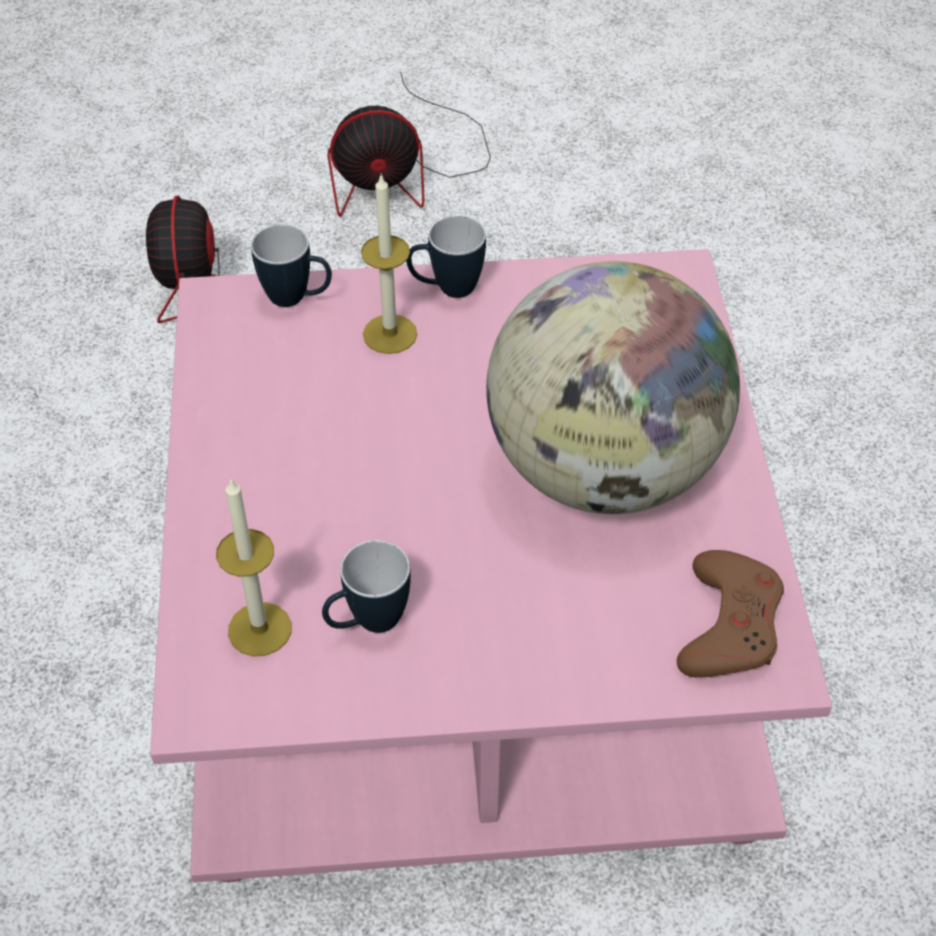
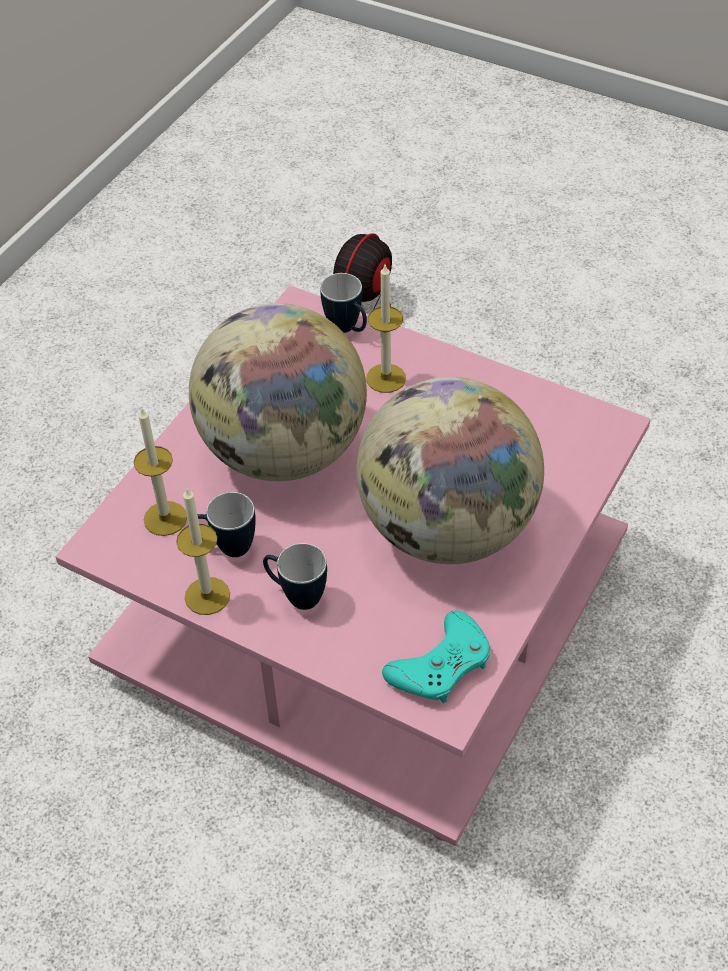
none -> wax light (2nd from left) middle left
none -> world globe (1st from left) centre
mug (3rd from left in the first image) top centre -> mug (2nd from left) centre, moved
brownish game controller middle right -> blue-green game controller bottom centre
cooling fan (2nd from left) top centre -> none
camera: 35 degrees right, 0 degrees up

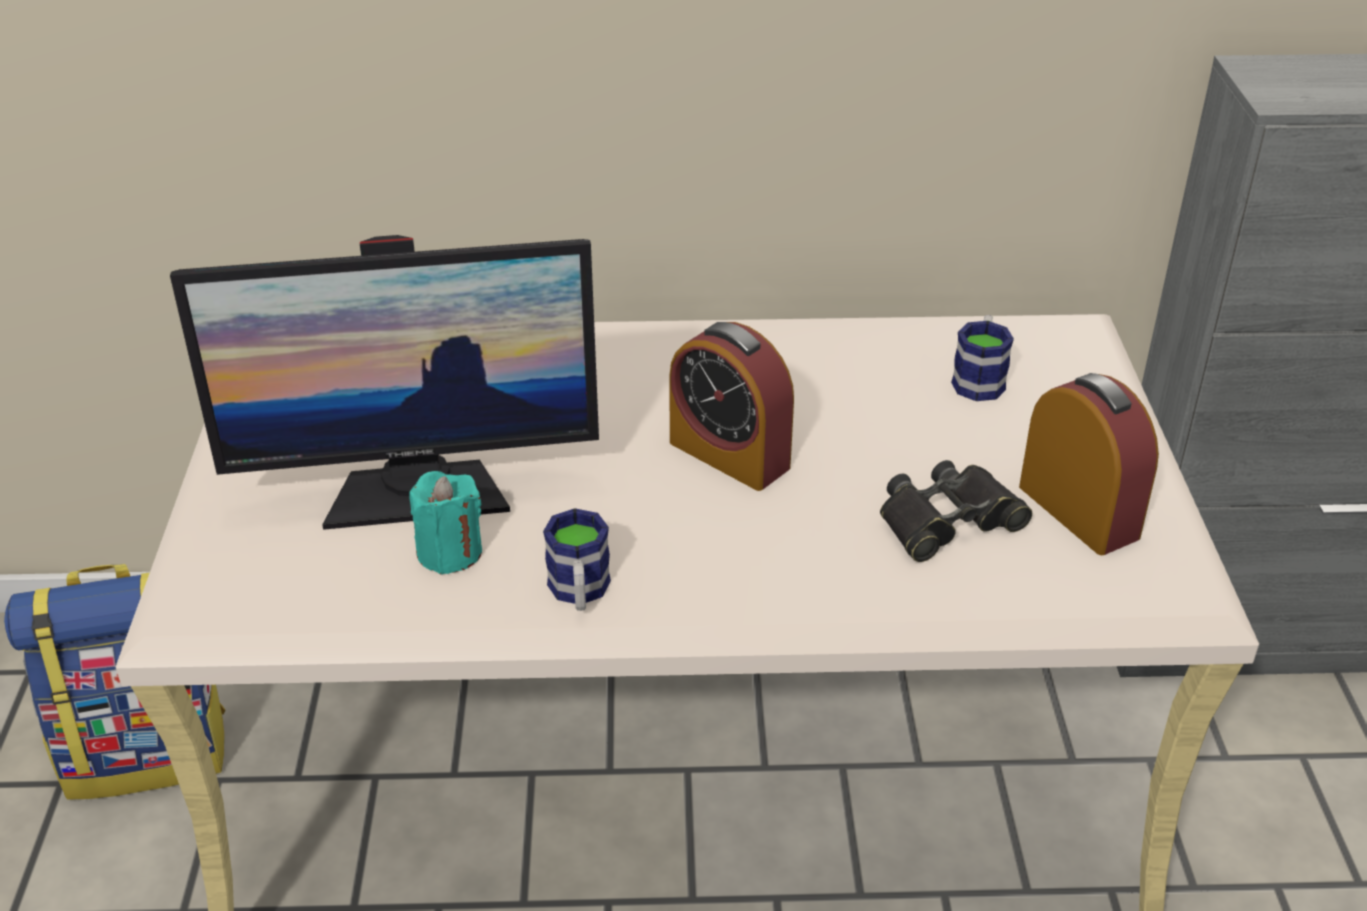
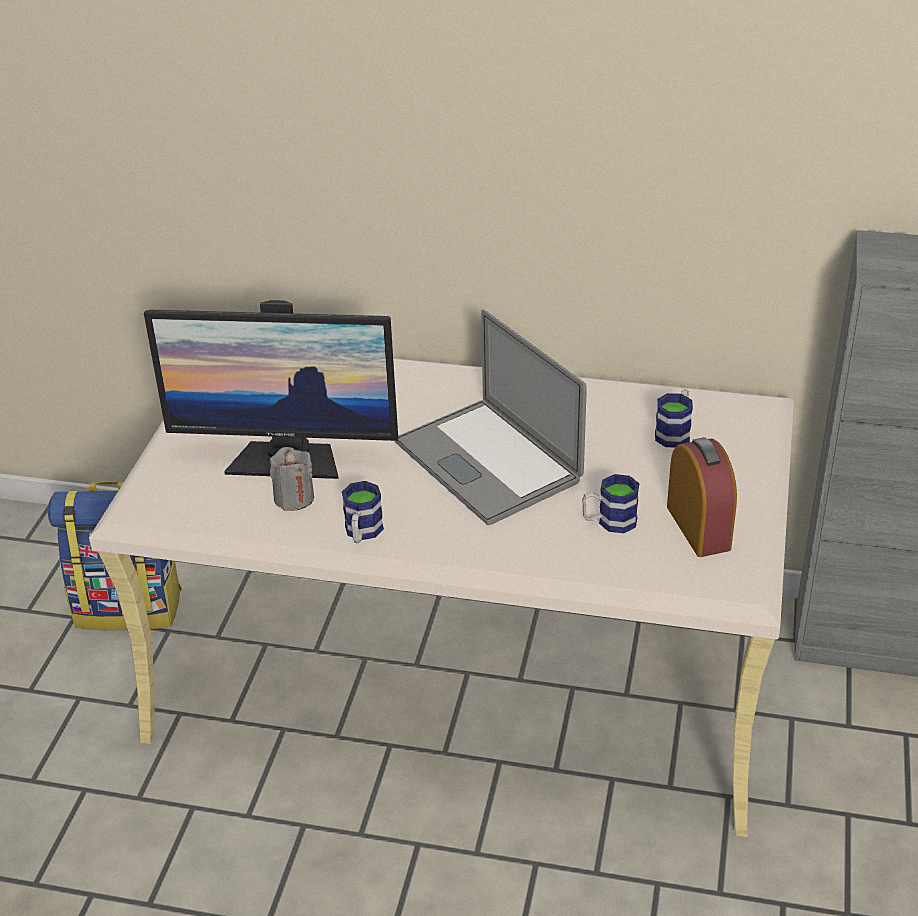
blue-green wax light middle left -> gray wax light middle left
alarm clock (1st from left) centre -> portable computer centre
black pair of binoculars middle right -> mug (2nd from left) centre
camera: 15 degrees right, 0 degrees up

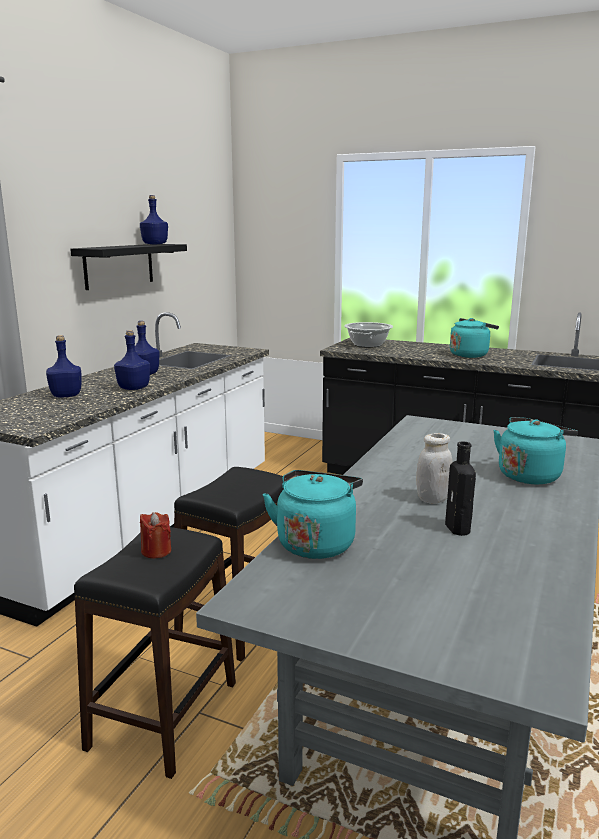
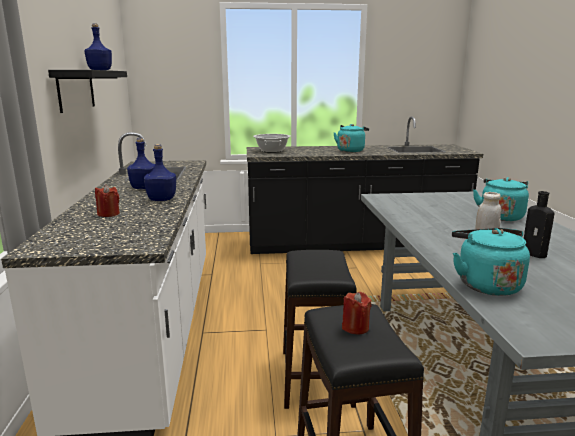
blue bottle (1st from left) middle left -> red wax light (1st from left) middle left
camera: 30 degrees left, 0 degrees up

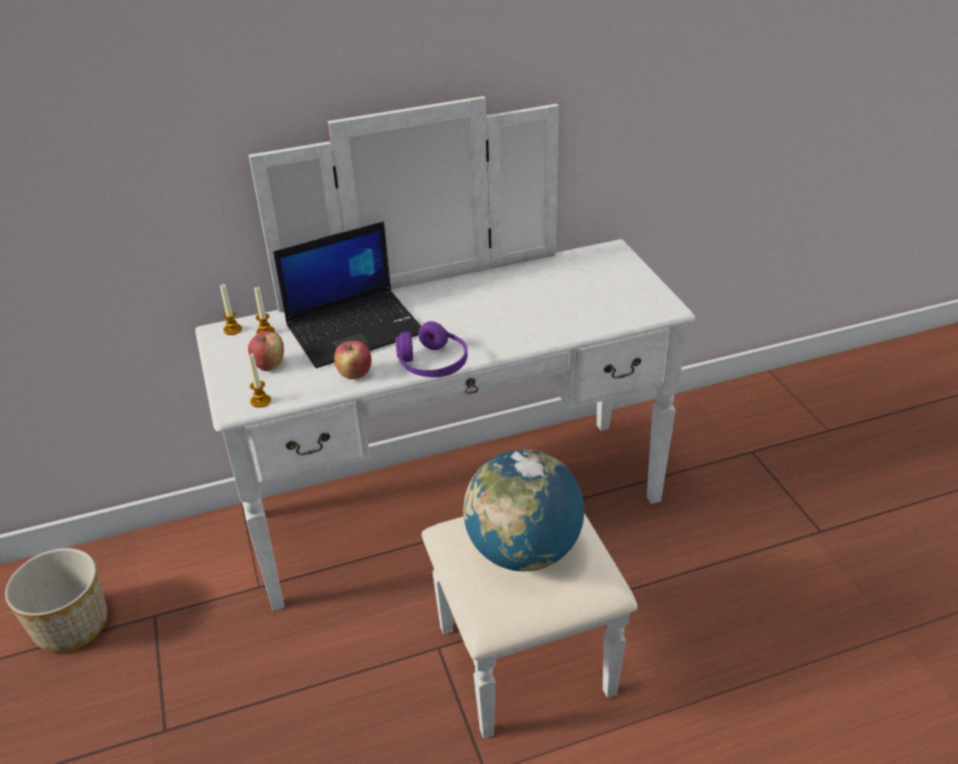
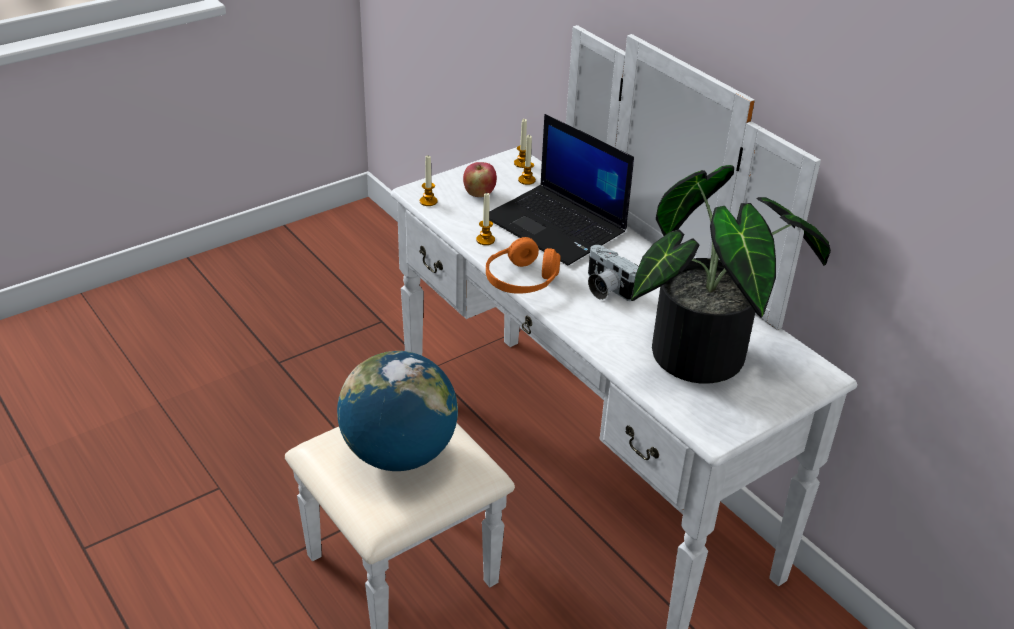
apple fruit (2nd from left) centre -> wax light (2nd from left) centre
purplish pair of headphones centre -> orangey pair of headphones centre
none -> still camera centre
none -> potted plant middle right
plant pot bottom left -> none
camera: 70 degrees right, 0 degrees up

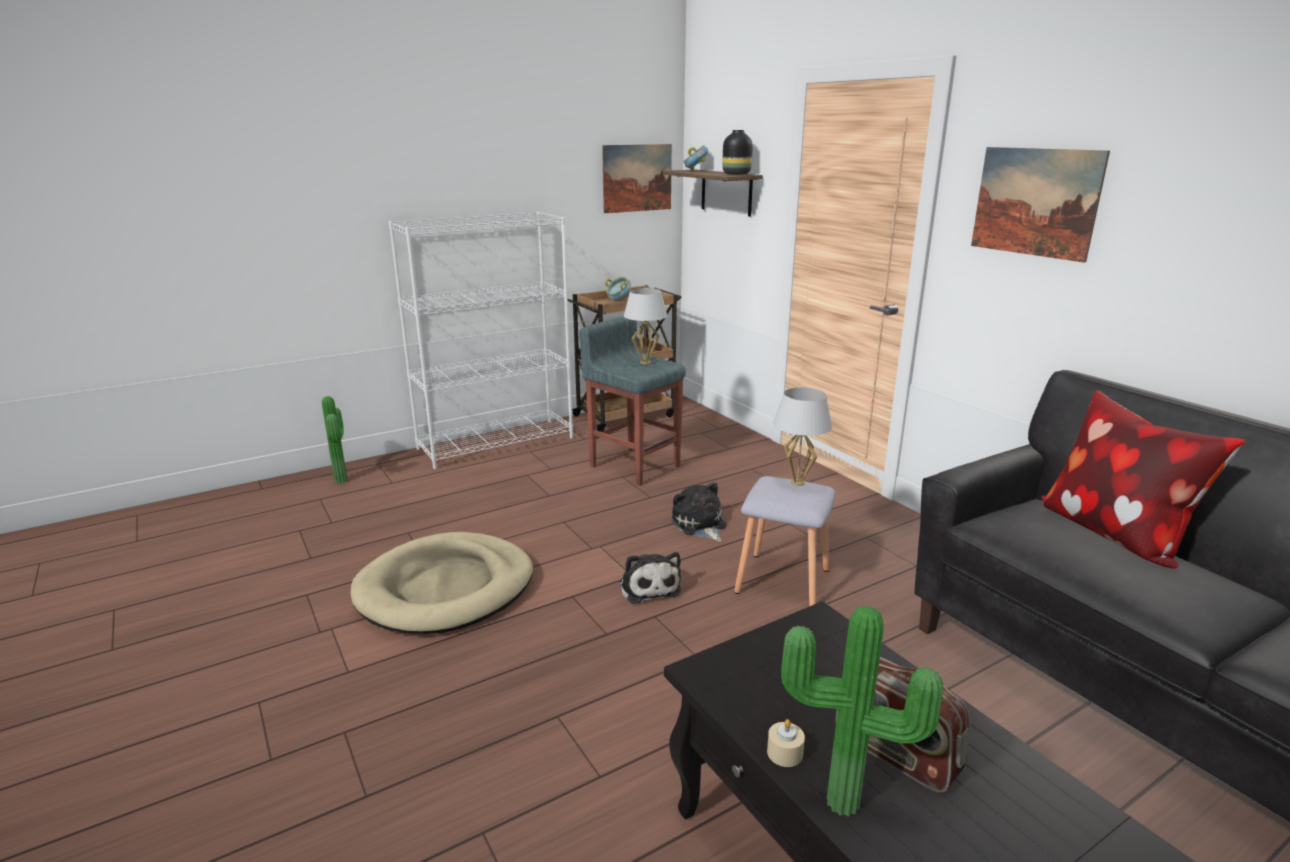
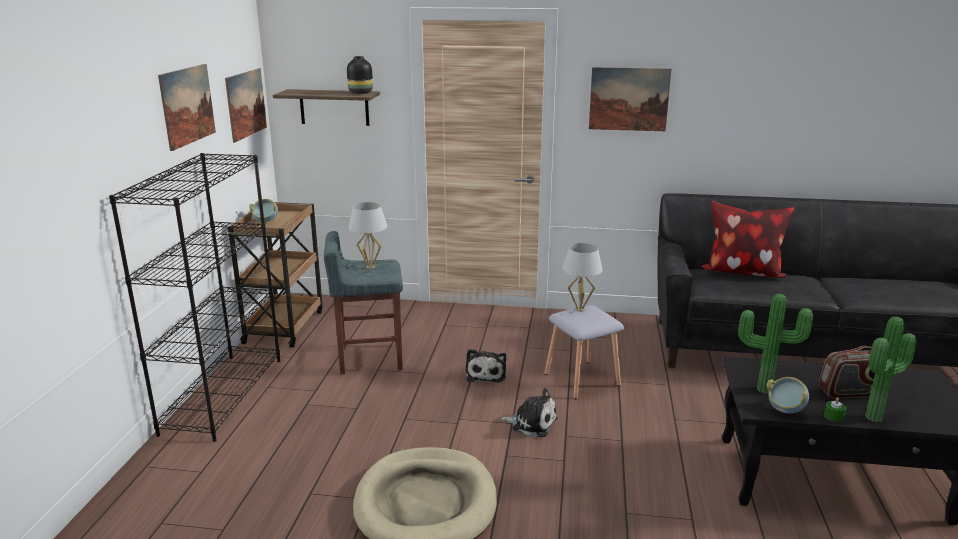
white shelving unit centre -> black shelving unit middle left
none -> wall picture (1st from left) top left
soft toy (2nd from left in the first image) centre -> soft toy (1st from left) bottom centre, 105 degrees counterclockwise
potted plant (1st from left) middle left -> potted plant (1st from left) middle right, moved
deep dish (2nd from left) top centre -> deep dish (2nd from left) bottom right, moved
beige-coloured wax light bottom centre -> green wax light bottom right
camera: 50 degrees left, 0 degrees up

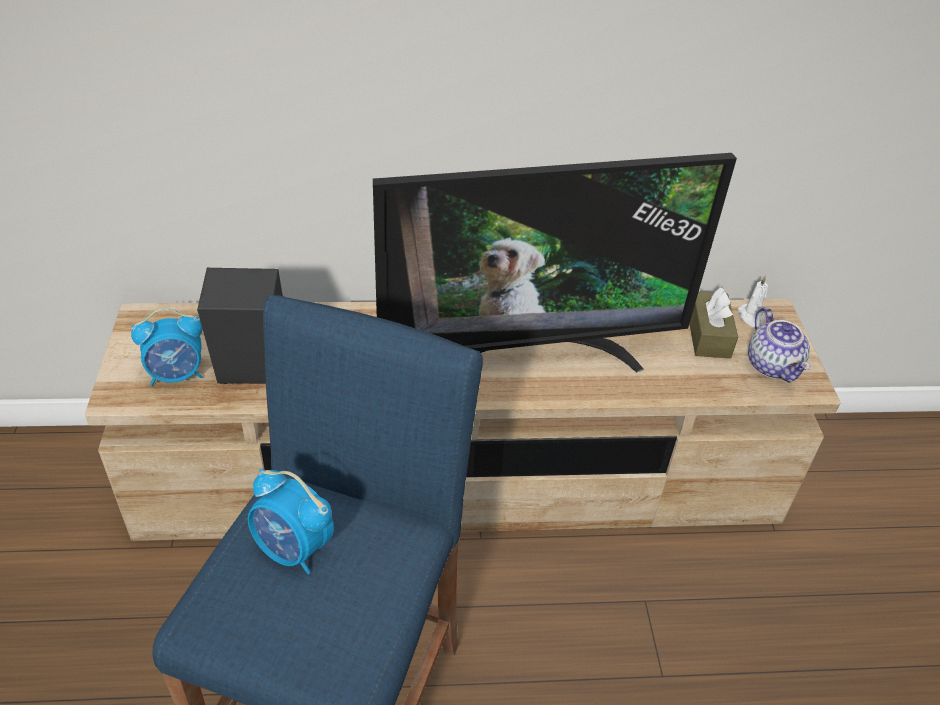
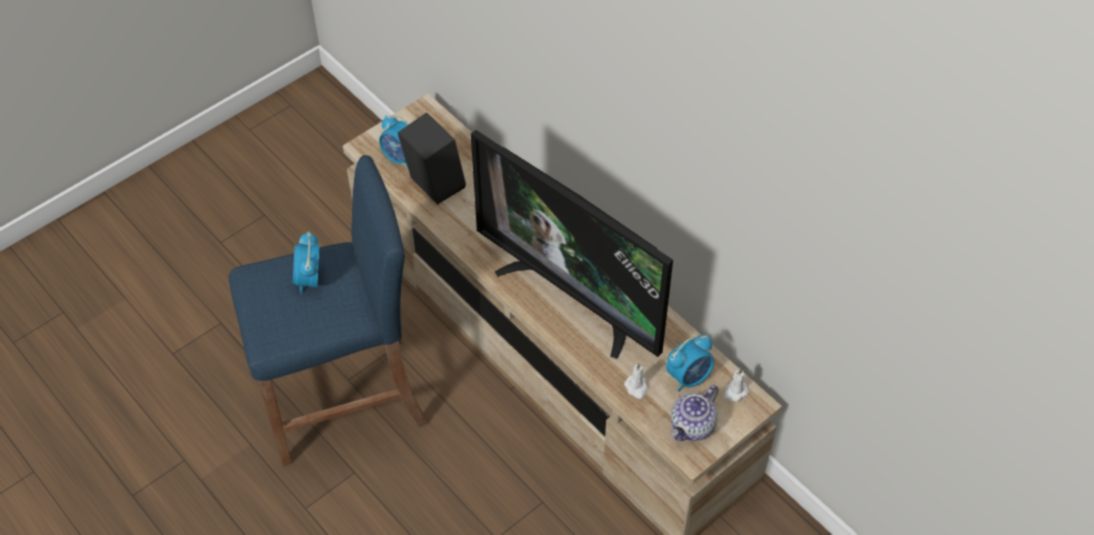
none -> white wax light (1st from left) bottom centre
brownish box of tissues middle right -> alarm clock (3rd from left) bottom centre
camera: 55 degrees right, 10 degrees up

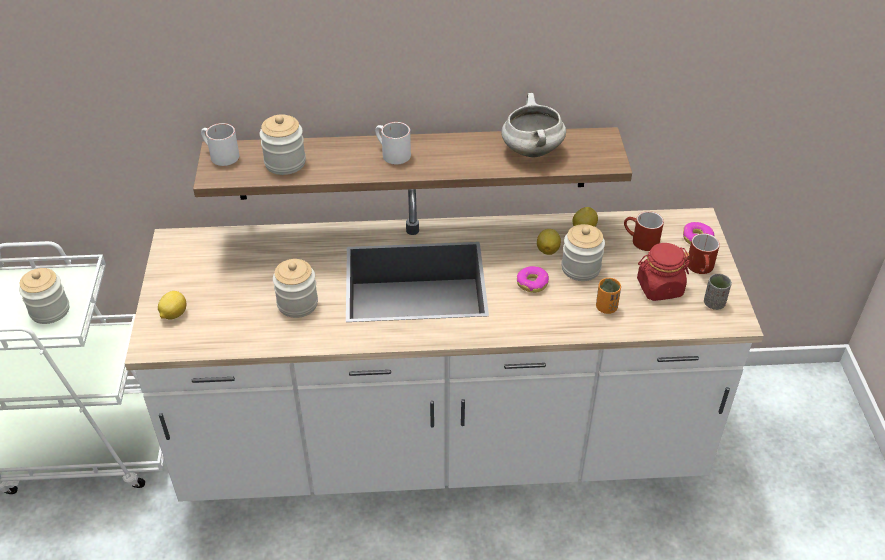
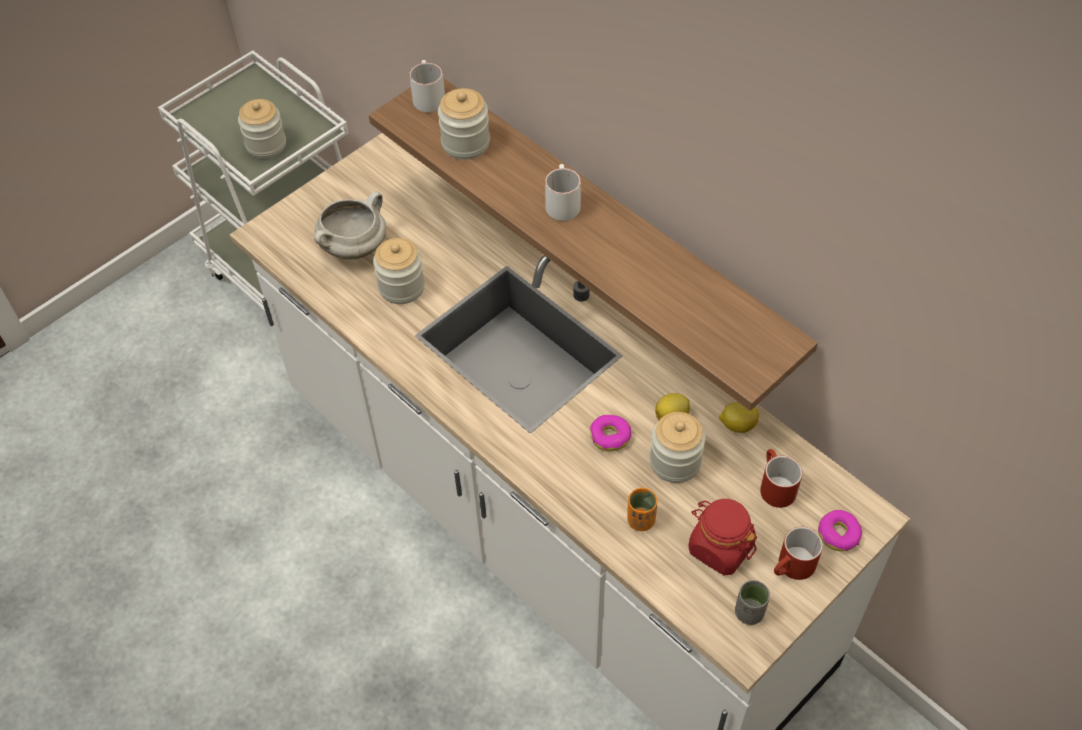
white stockpot top centre -> white stockpot top left, moved
lemon (1st from left) middle left -> none
camera: 50 degrees right, 10 degrees up

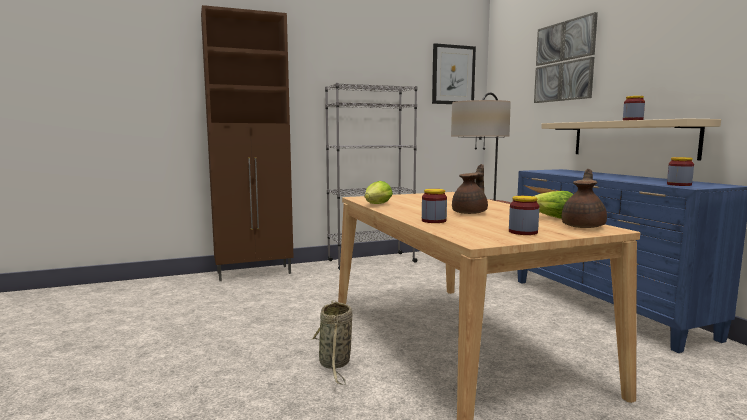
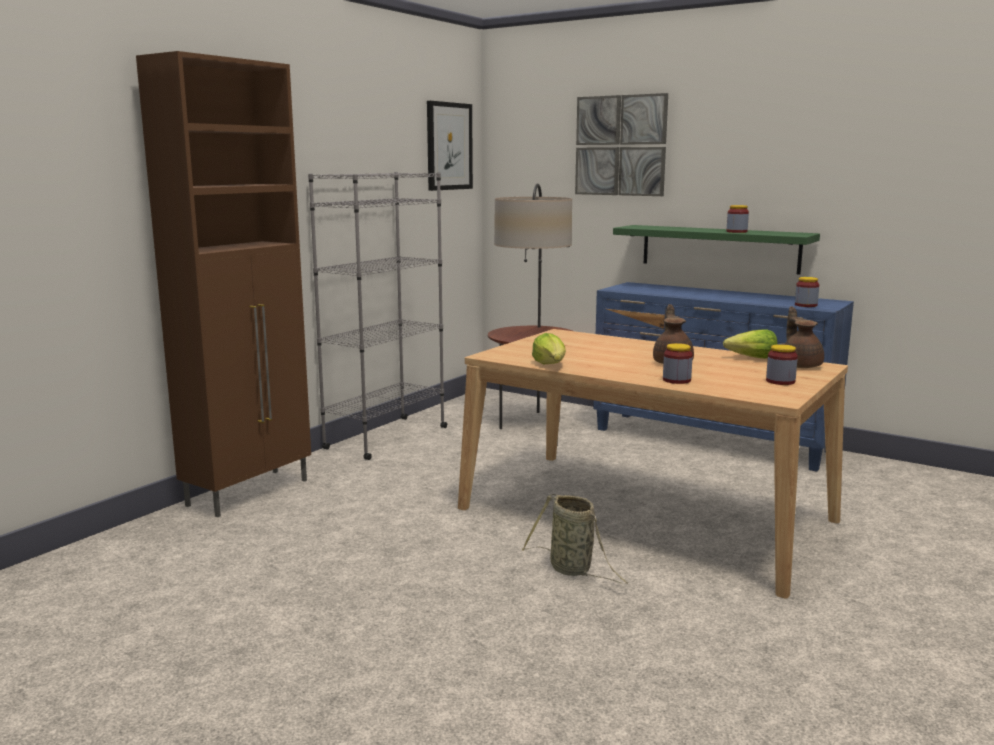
beige-coloured wall shelf top right -> green wall shelf middle right
camera: 35 degrees left, 5 degrees up

